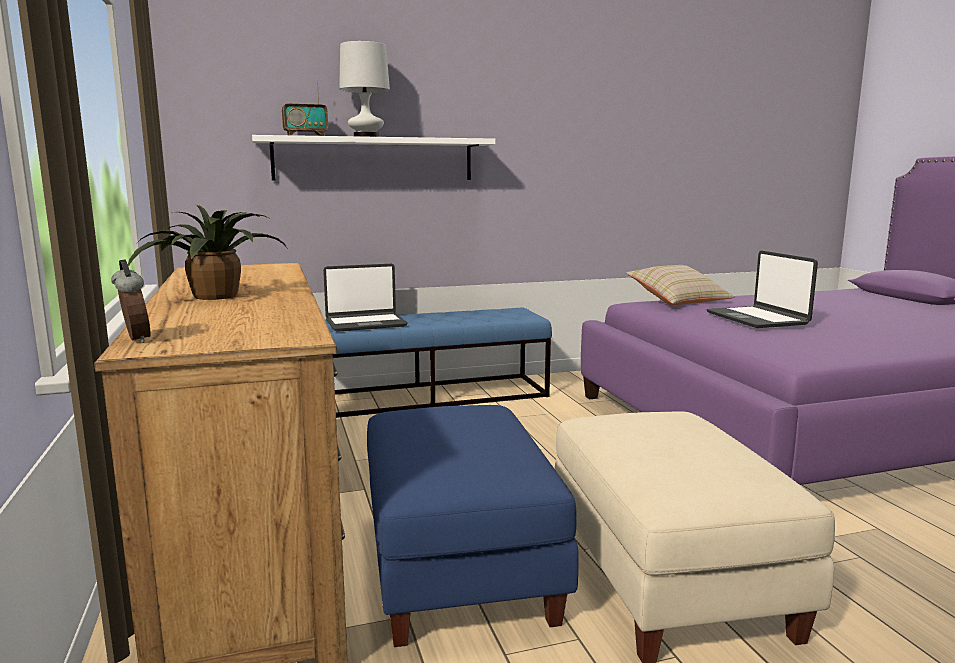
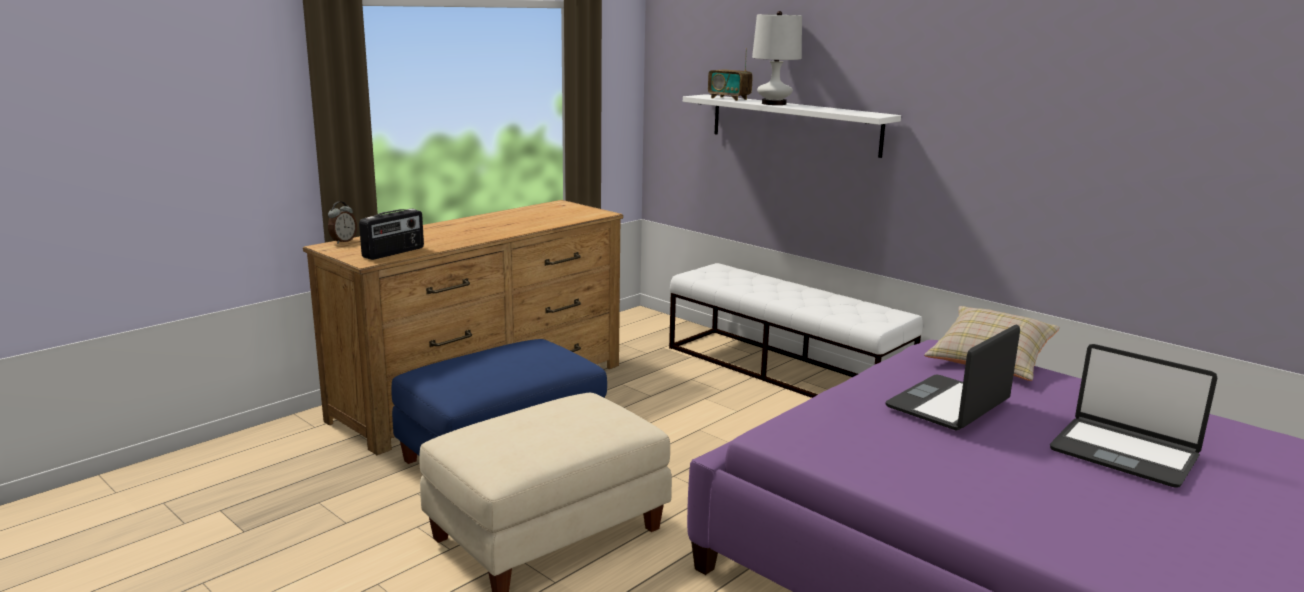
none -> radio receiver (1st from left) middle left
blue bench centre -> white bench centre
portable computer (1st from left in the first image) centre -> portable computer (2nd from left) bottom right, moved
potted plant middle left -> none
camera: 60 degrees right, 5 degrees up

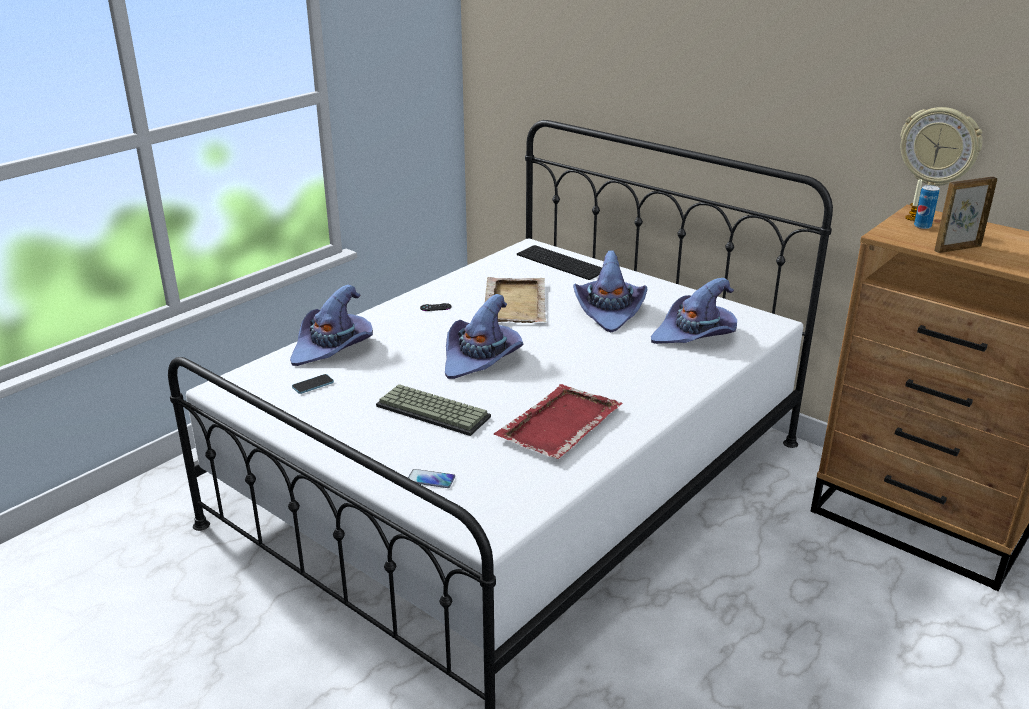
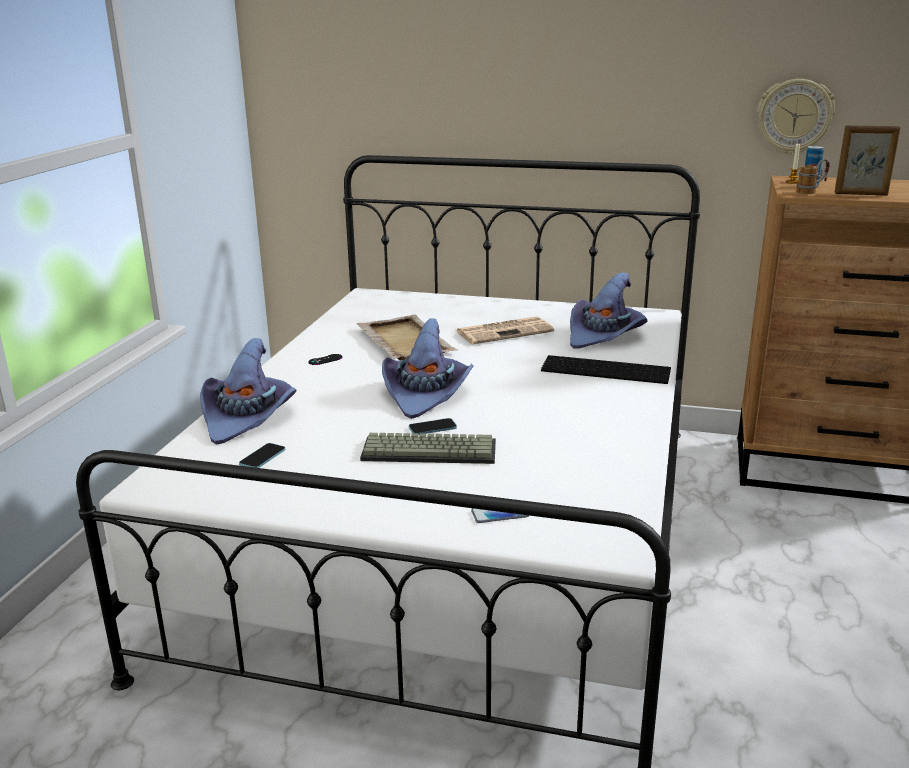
none -> handset (2nd from left) centre
purplish hat (3rd from left) centre -> printed paper centre
keyboard (2nd from left) centre -> keyboard (2nd from left) middle right, moved
none -> mug top right
picture frame top right, 120 degrees counterclockwise
red serving tray centre -> none
camera: 25 degrees left, 5 degrees down

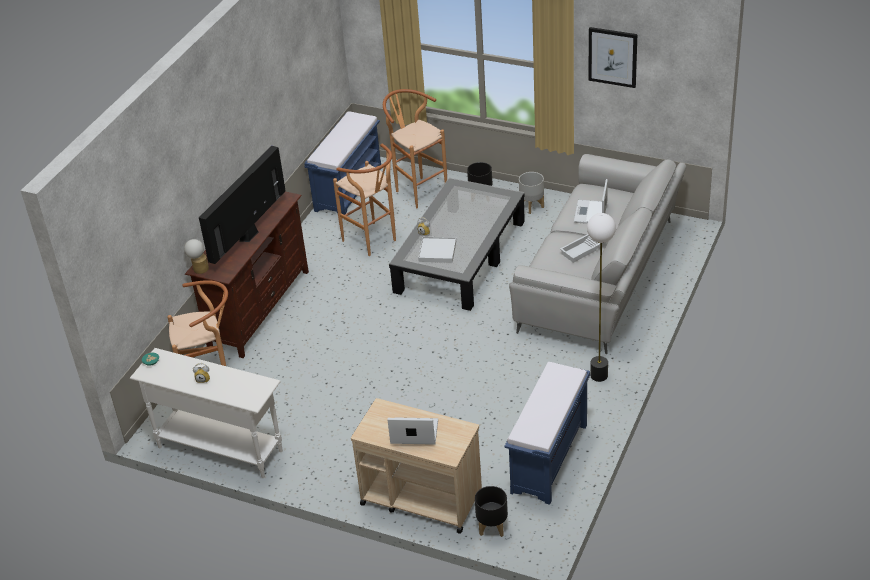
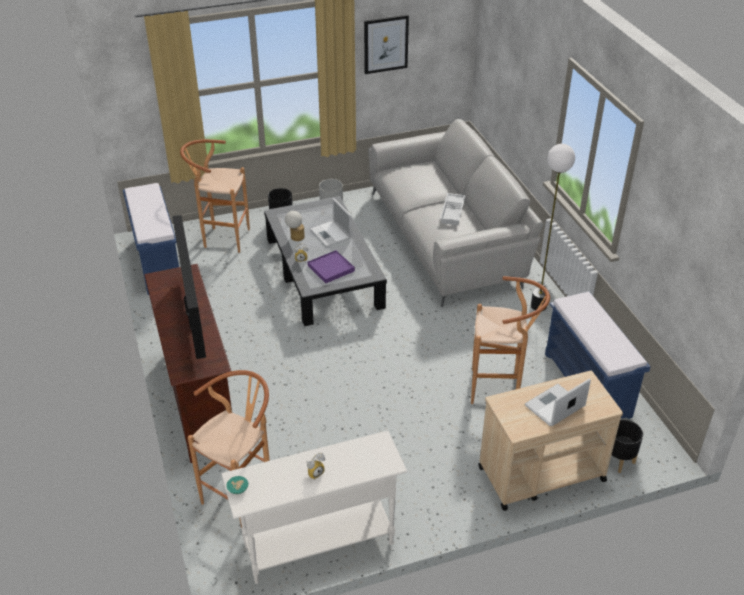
lamp for a table middle left -> lamp for a table centre, moved
white serving tray (1st from left) centre -> purplish serving tray centre
portable computer (2nd from left in the first image) middle right -> portable computer (1st from left) centre, moved
brownish stool seat (2nd from left in the first image) centre -> brownish stool seat (3rd from left) middle right, moved
camera: 45 degrees left, 0 degrees up

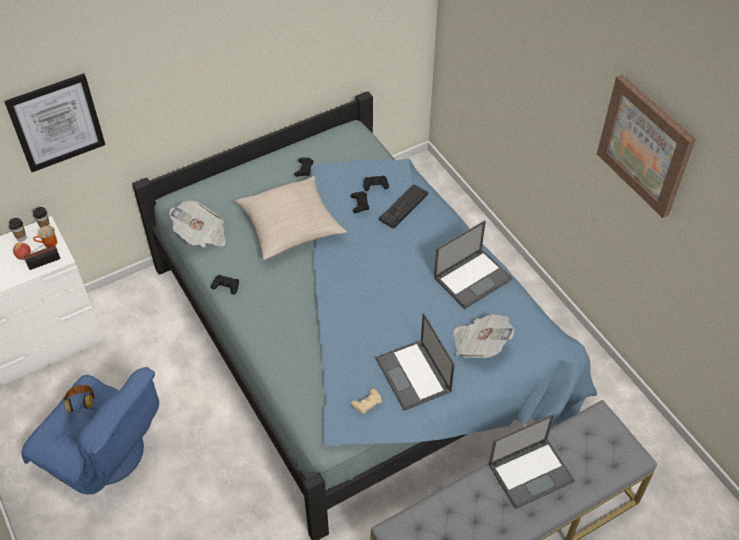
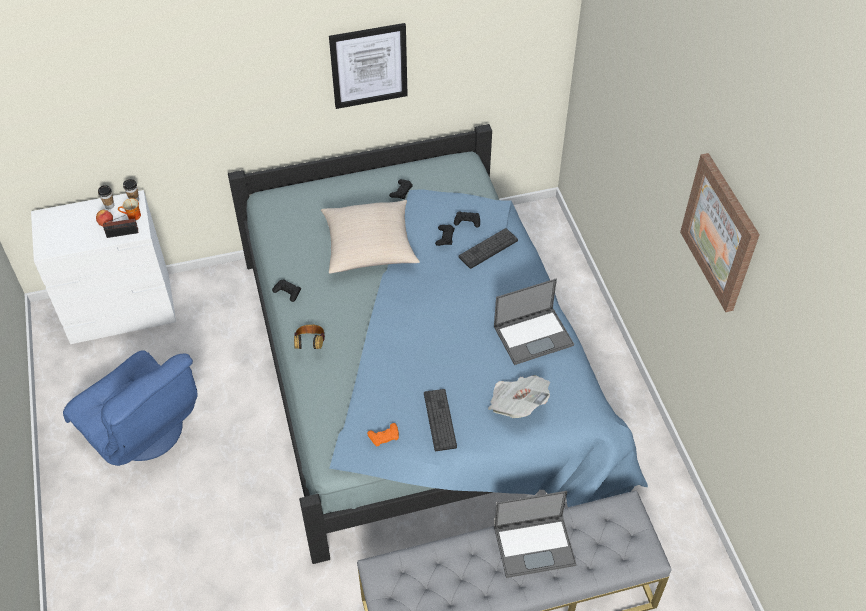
pair of headphones bottom left -> pair of headphones centre, moved
wall picture (1st from left) top left -> wall picture (1st from left) top centre, moved
beige-coloured game controller bottom centre -> orangey game controller bottom centre
portable computer (1st from left) bottom centre -> keyboard (1st from left) bottom centre
printed paper (1st from left) middle left -> none
camera: 15 degrees right, 0 degrees up

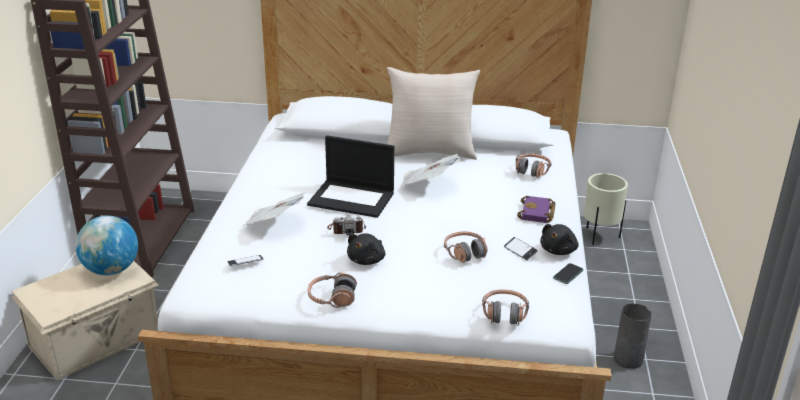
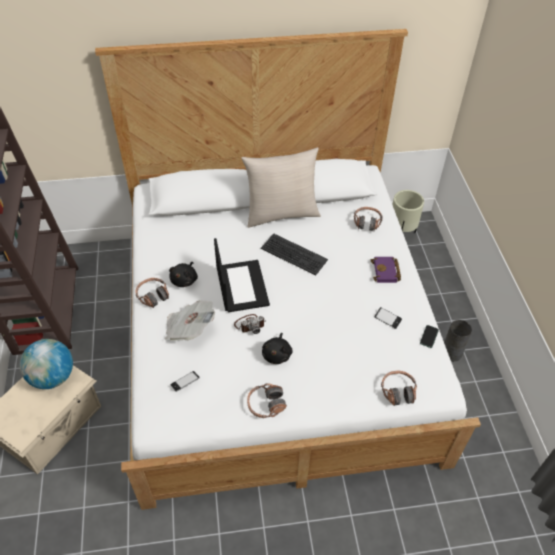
pair of headphones (2nd from left in the first image) centre -> pair of headphones (1st from left) middle left, moved
black soft toy (2nd from left in the first image) middle right -> black soft toy (1st from left) middle left, moved
portable computer centre, 105 degrees counterclockwise
printed paper (2nd from left) centre -> keyboard centre
camera: 15 degrees left, 20 degrees up

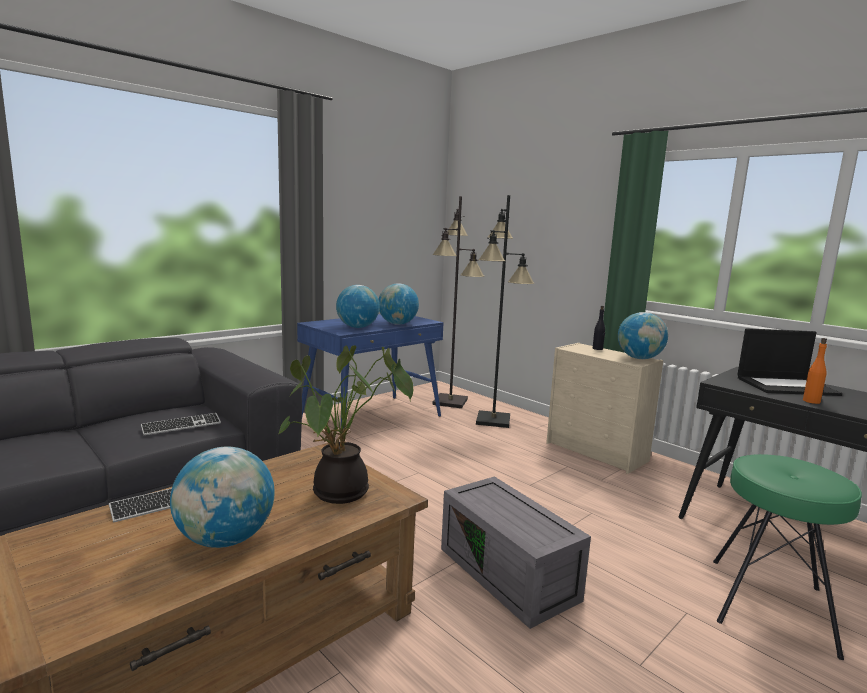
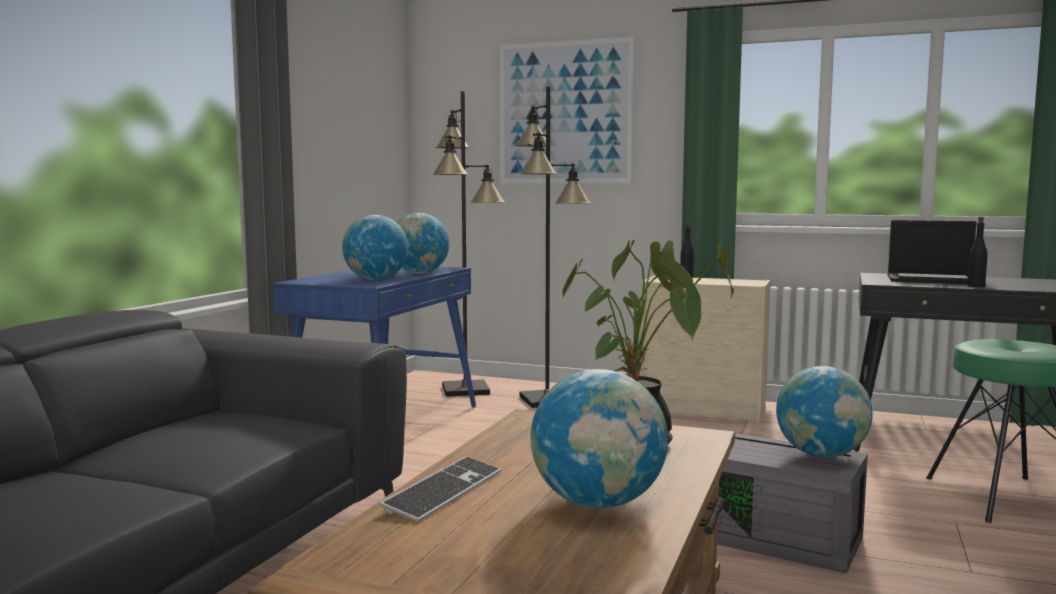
none -> wall picture top centre
world globe (4th from left) middle right -> world globe (4th from left) bottom right, moved
portable computer middle right, 45 degrees clockwise
orangey bottle middle right -> black bottle (2nd from left) middle right
keyboard (2nd from left) middle left -> none
camera: 25 degrees left, 5 degrees down

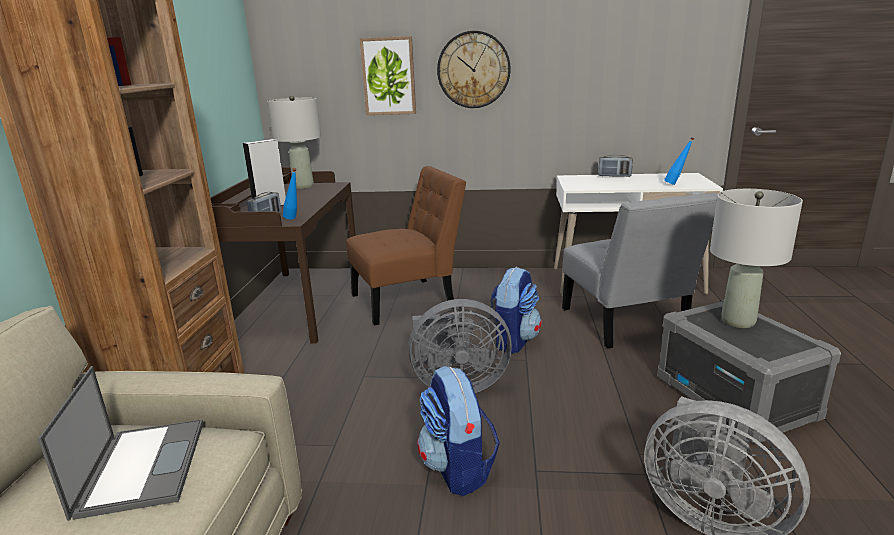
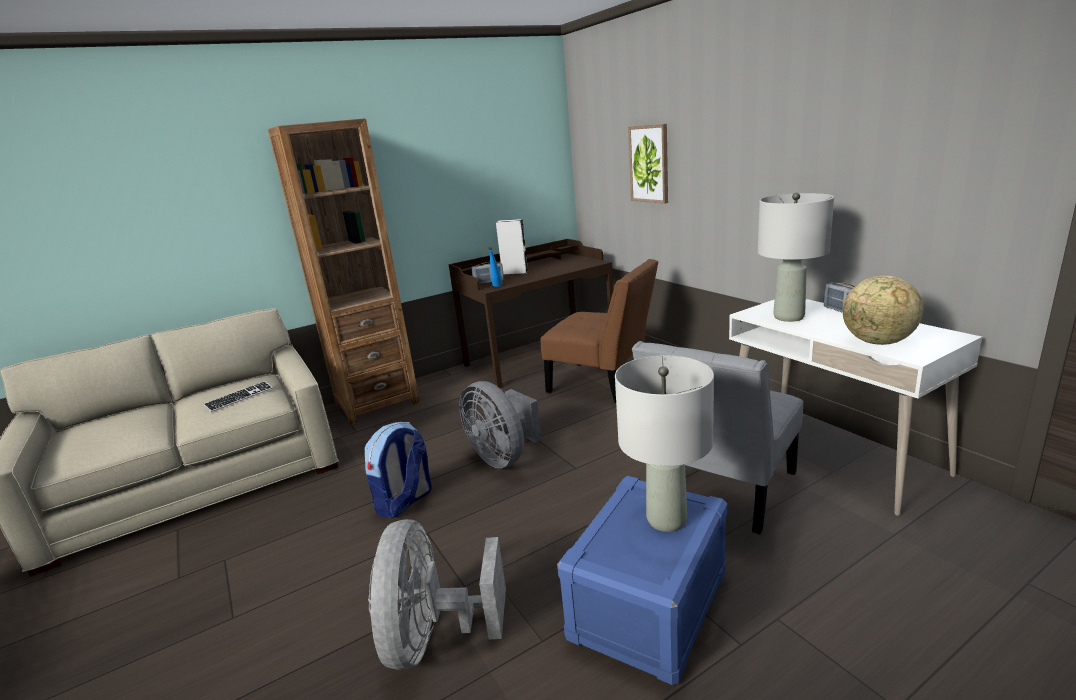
portable computer bottom left -> keyboard middle left
gray storage box bottom right -> blue storage box bottom centre
gray lamp for a table (1st from left in the first image) top left -> gray lamp for a table (2nd from left) middle right, moved
blue bottle (2nd from left) top right -> world globe middle right
hanging clock top centre -> none
rucksack (2nd from left) centre -> none
camera: 55 degrees right, 0 degrees up

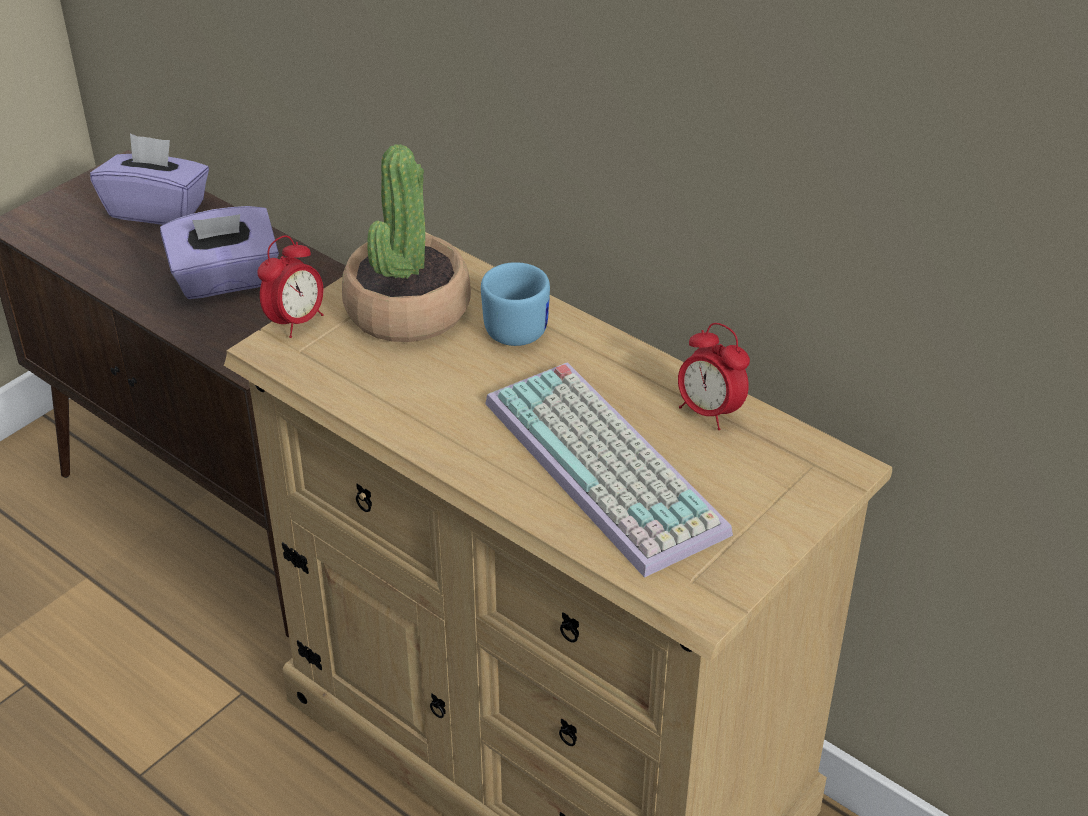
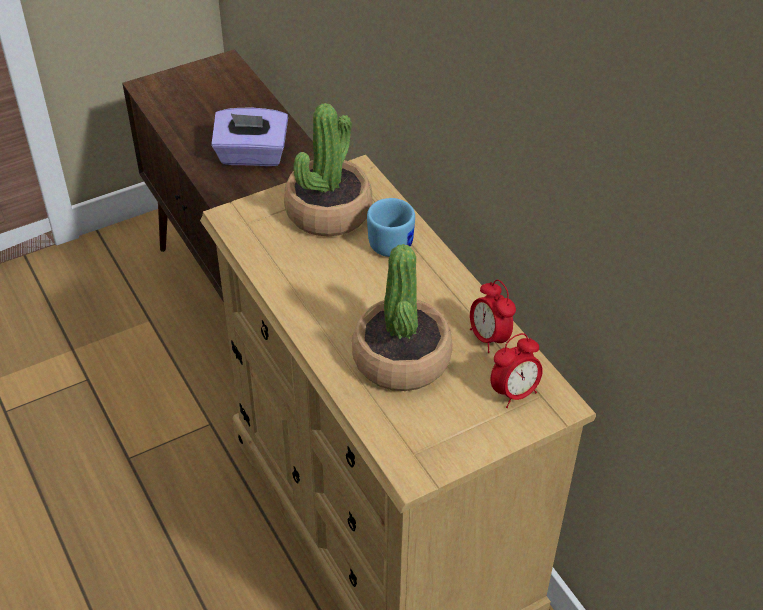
keyboard centre -> potted plant (2nd from left) centre
alarm clock (1st from left in the first image) middle left -> alarm clock (2nd from left) middle right, moved
purplish box of tissues (1st from left) top left -> none
camera: 20 degrees right, 5 degrees up

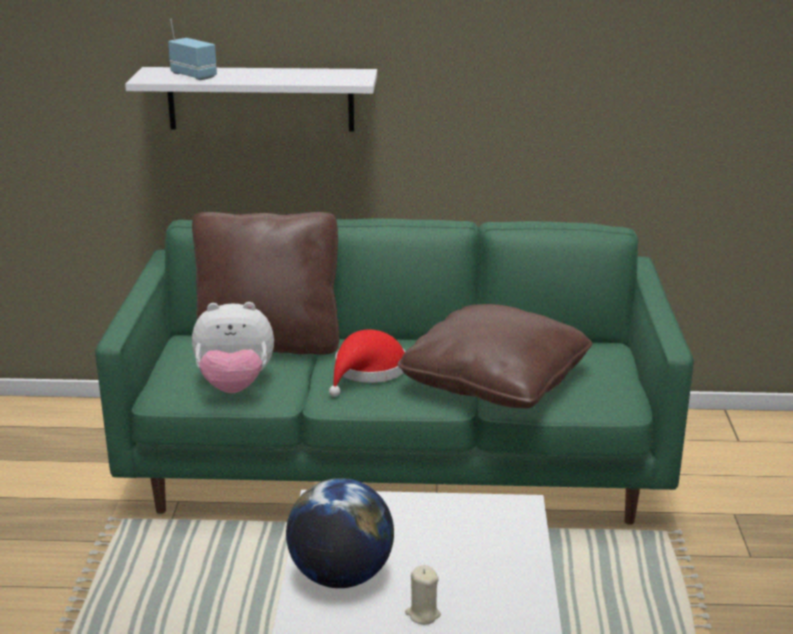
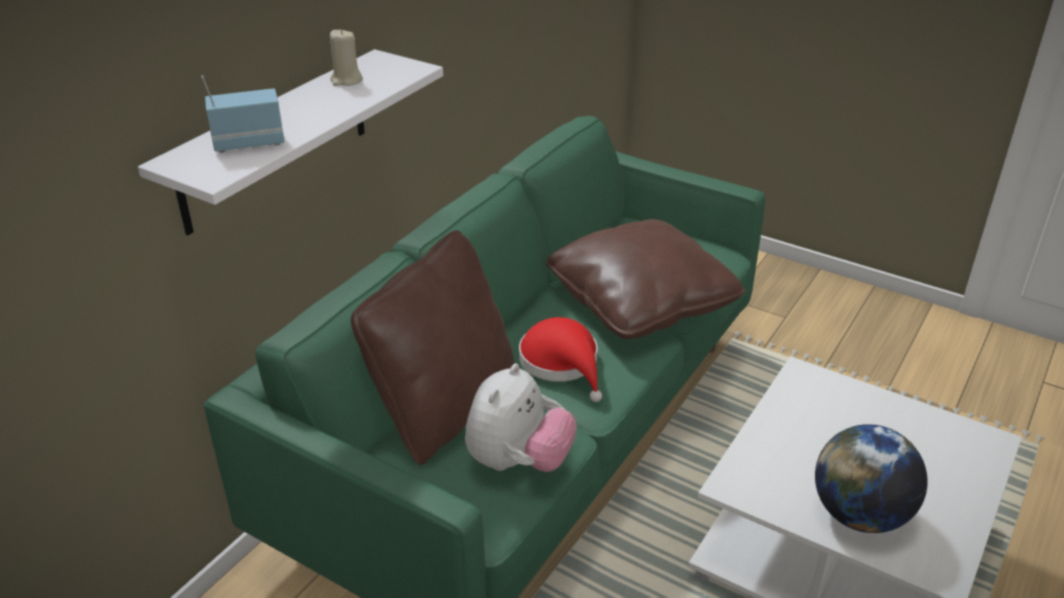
beige-coloured wax light bottom centre -> beige-coloured wax light top left, moved
camera: 60 degrees left, 10 degrees up

